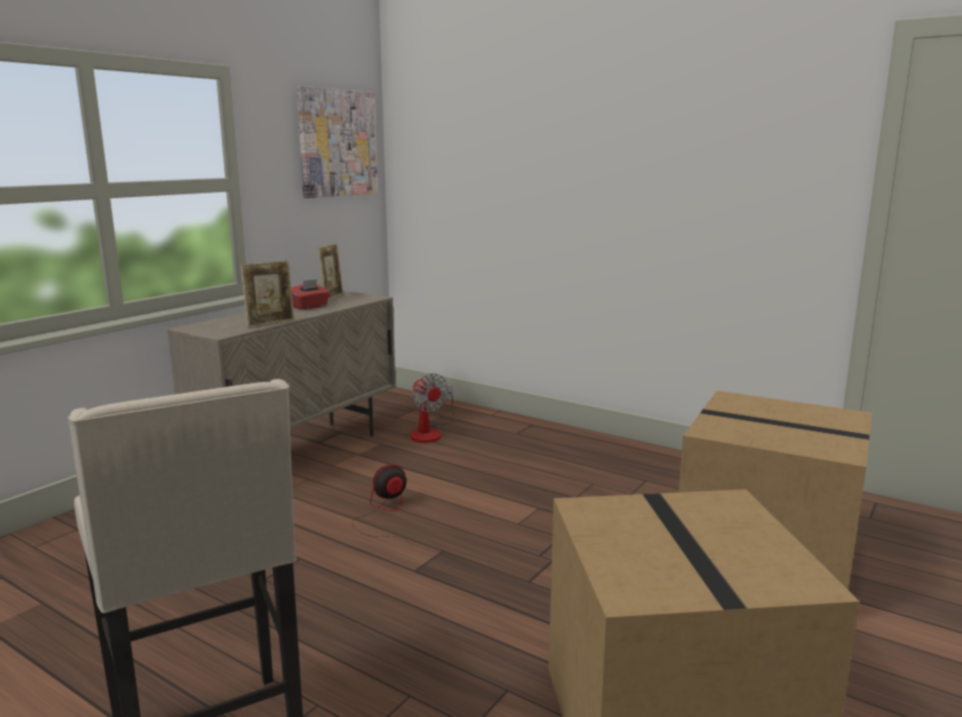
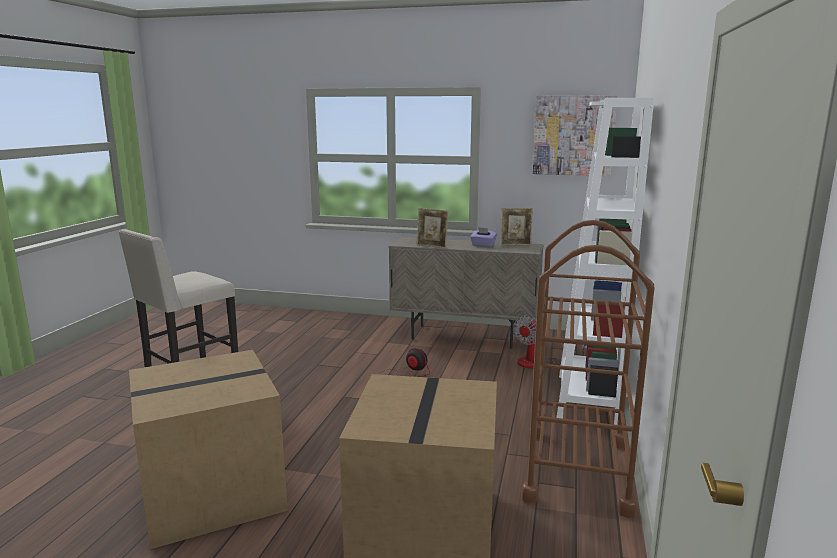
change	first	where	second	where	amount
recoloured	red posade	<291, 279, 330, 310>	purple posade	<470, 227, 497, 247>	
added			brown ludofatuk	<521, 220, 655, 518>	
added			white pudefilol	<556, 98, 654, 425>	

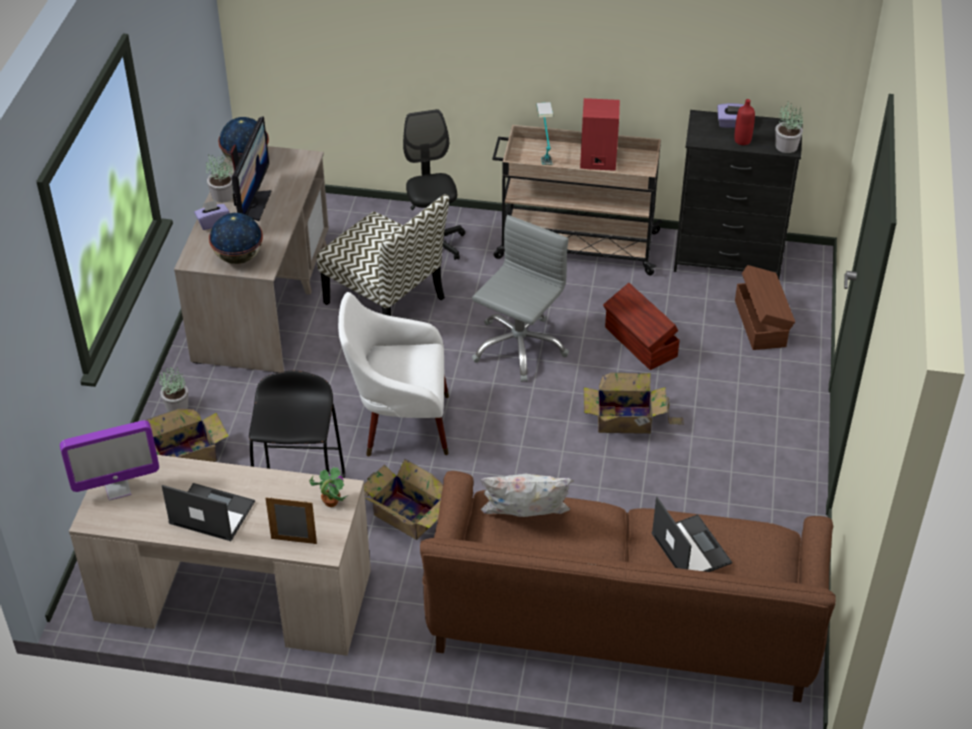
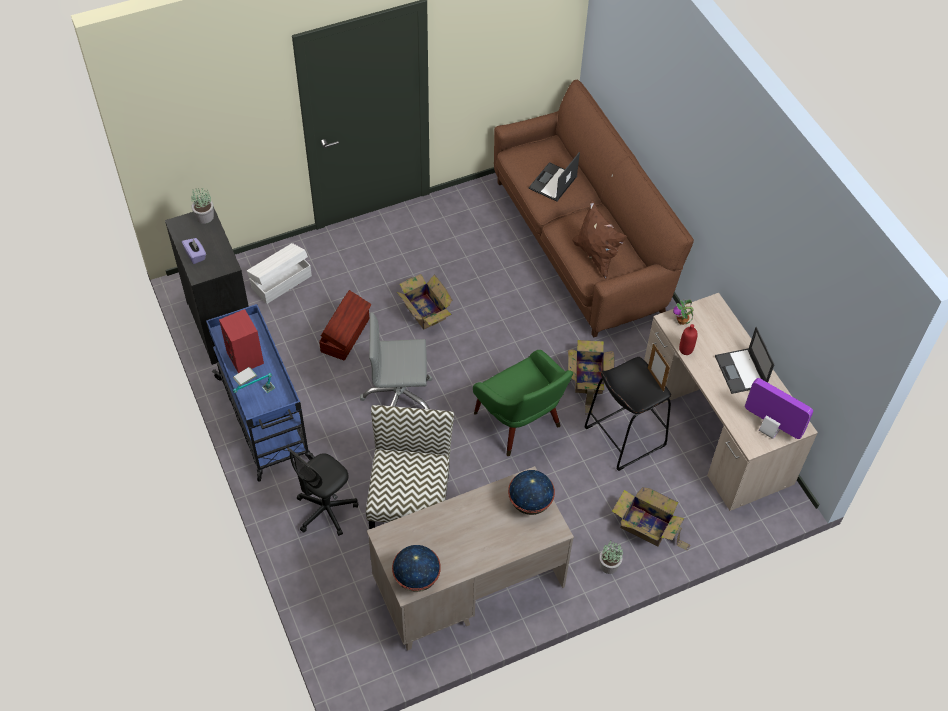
change	first	where	second	where	amount
recoloured	beige ludofatuk	<492, 125, 662, 276>	blue ludofatuk	<206, 304, 314, 482>	
recoloured	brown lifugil	<735, 265, 795, 350>	white lifugil	<247, 243, 312, 304>	
recoloured	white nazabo	<338, 292, 449, 457>	green nazabo	<473, 350, 573, 456>	
recoloured	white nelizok	<480, 474, 574, 517>	brown nelizok	<573, 200, 627, 279>	
moved	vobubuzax	<266, 497, 317, 544>		<648, 343, 670, 392>	
moved	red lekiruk	<734, 99, 755, 145>		<679, 324, 698, 355>	
removed	purple posade	<194, 200, 229, 230>			
removed	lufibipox	<206, 153, 233, 203>			
removed	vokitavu	<230, 117, 272, 221>			

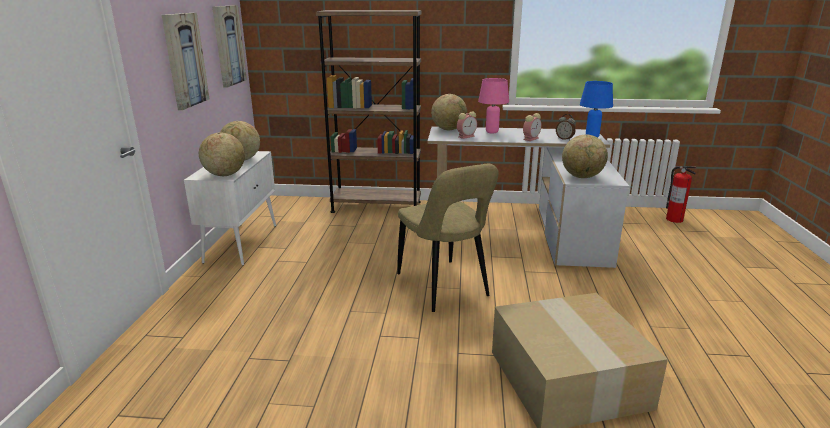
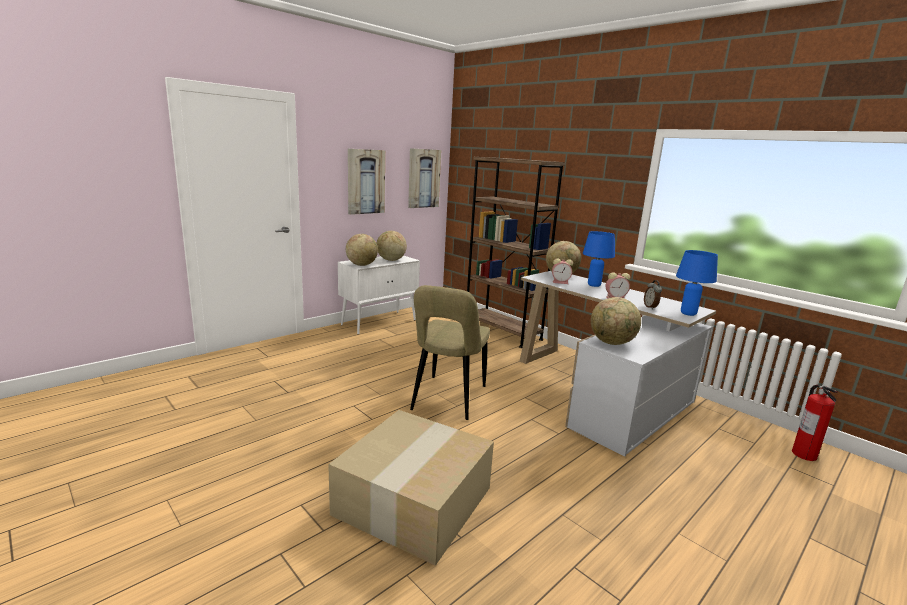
change	first	where	second	where	amount
recoloured	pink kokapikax	<478, 78, 509, 133>	blue kokapikax	<583, 231, 615, 287>	

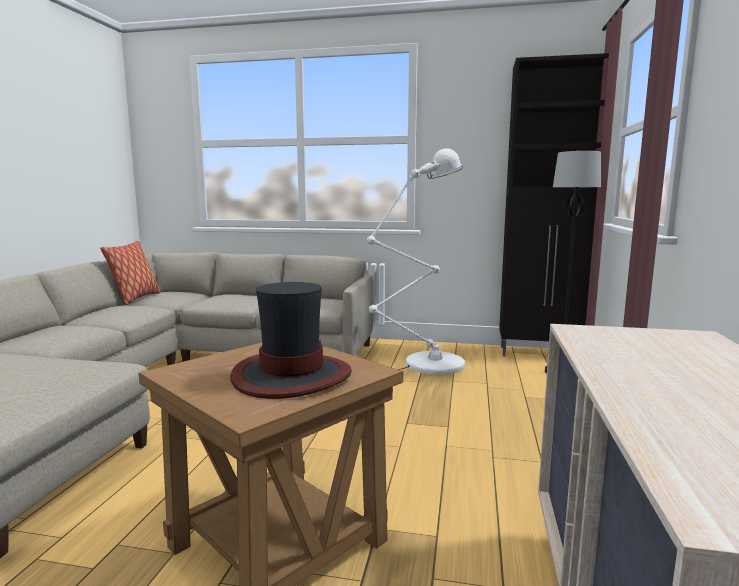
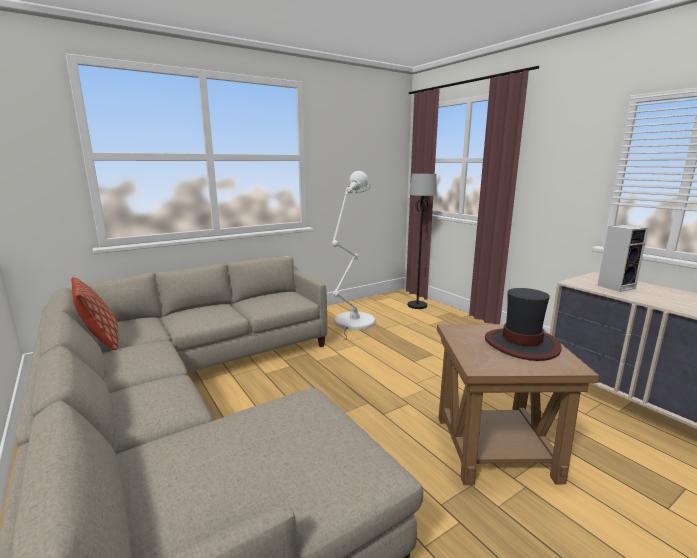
change	first	where	second	where	amount
added			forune	<597, 225, 649, 292>	
removed	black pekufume	<499, 53, 609, 356>			

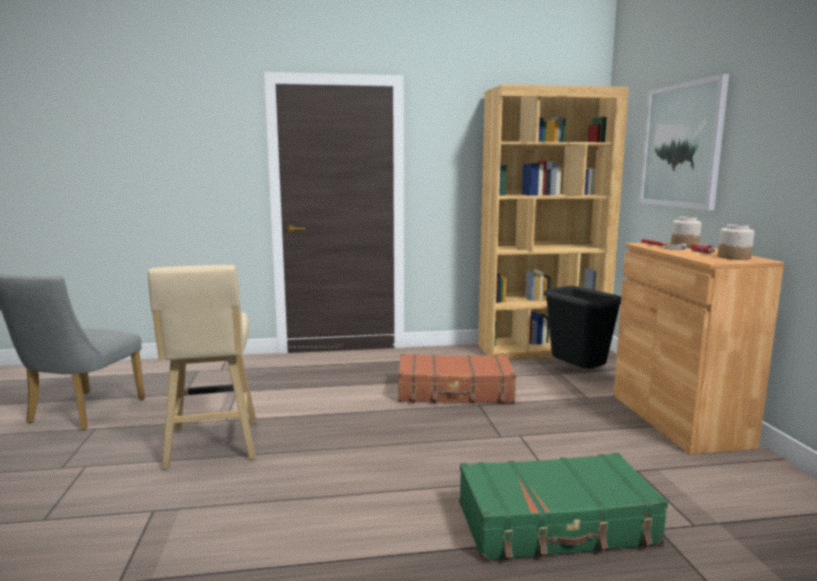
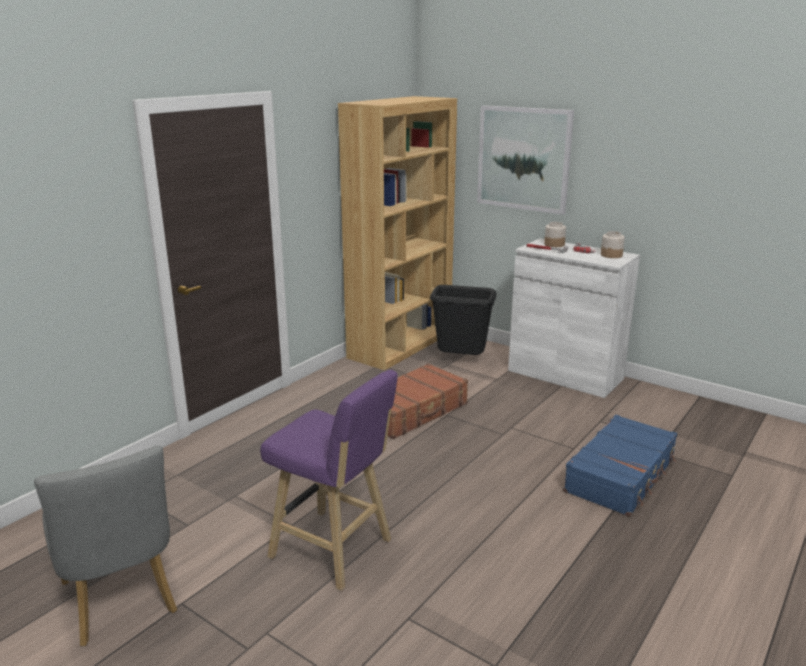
change	first	where	second	where	amount
recoloured	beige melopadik	<148, 265, 257, 469>	purple melopadik	<260, 370, 398, 591>	
recoloured	brown pekufume	<614, 242, 784, 455>	white pekufume	<508, 238, 640, 398>	
recoloured	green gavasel	<459, 453, 668, 561>	blue gavasel	<563, 414, 677, 517>	

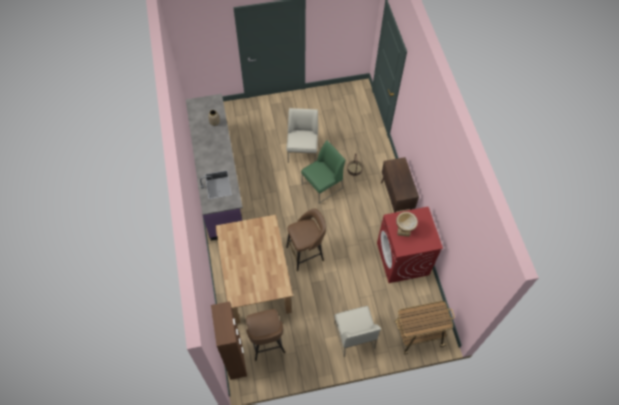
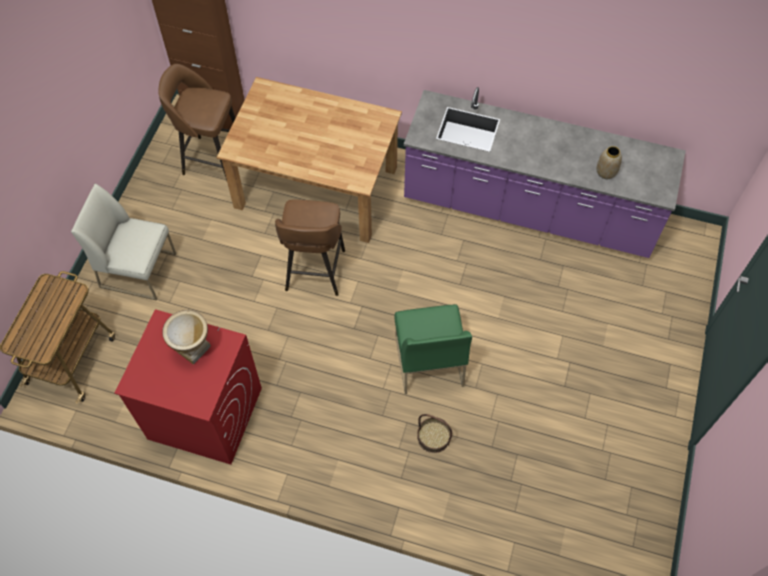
change	first	where	second	where	amount
removed	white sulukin	<286, 108, 318, 163>			
removed	brown pekufume	<381, 157, 419, 213>			

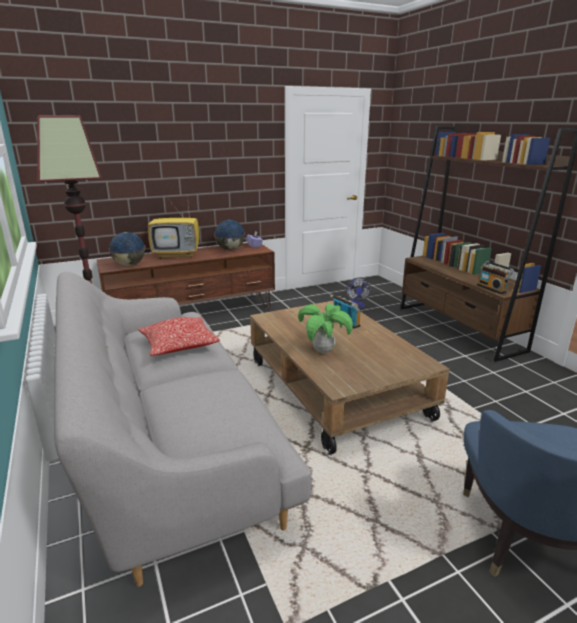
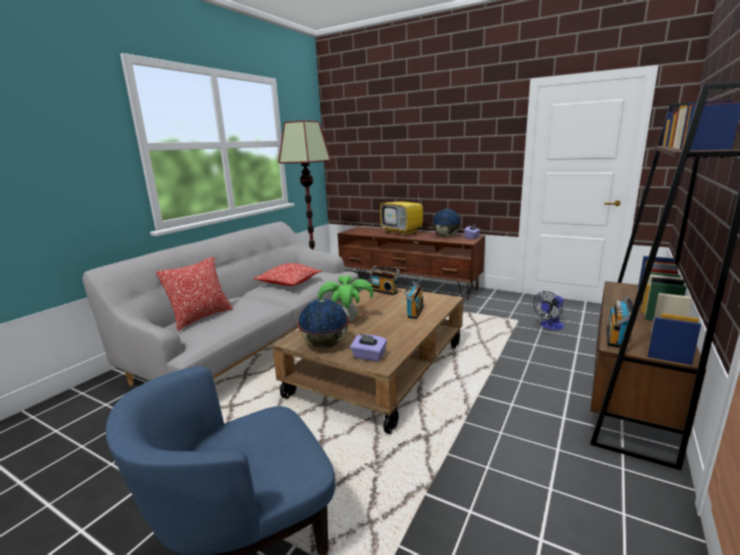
change	first	where	second	where	amount
added			nelizok	<156, 257, 233, 331>	
moved	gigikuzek	<109, 232, 146, 266>		<298, 299, 349, 348>	
added			purple posade	<350, 334, 387, 362>	
added			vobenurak	<370, 266, 400, 295>	

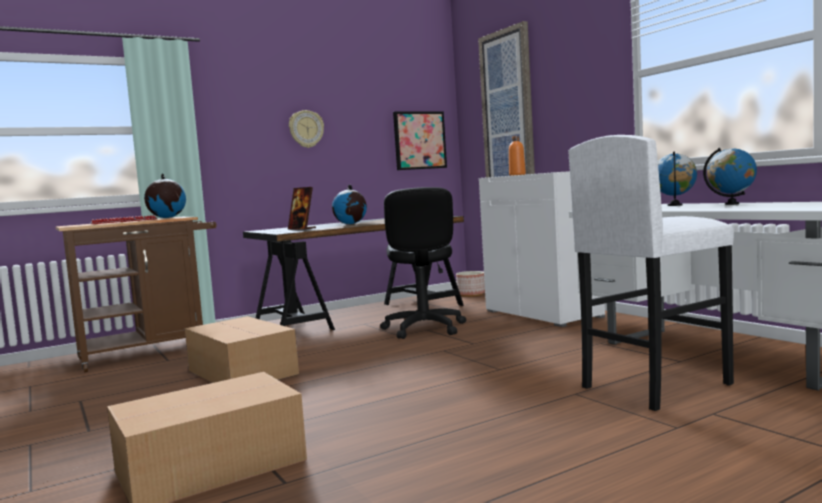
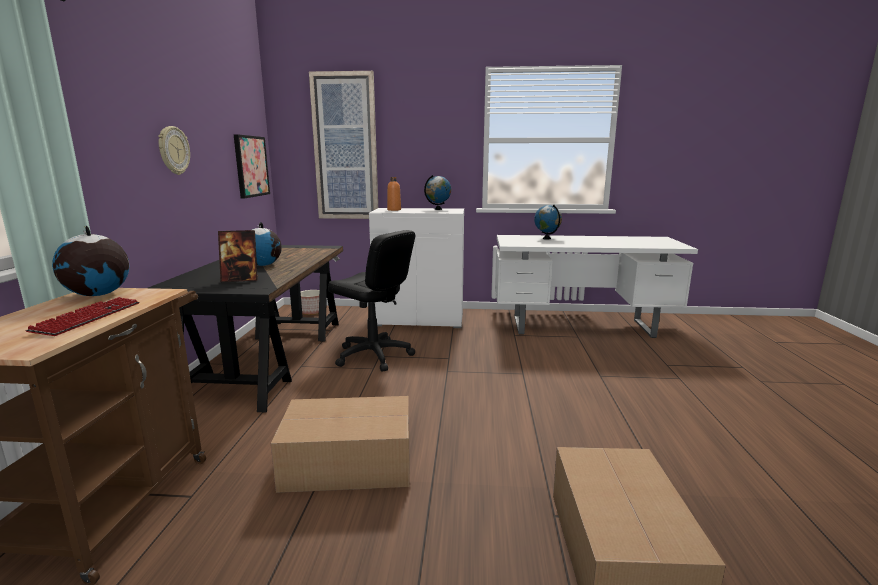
change	first	where	second	where	amount
moved	gigikuzek	<703, 148, 757, 205>		<424, 175, 451, 210>	
removed	white melopadik	<568, 135, 734, 411>			

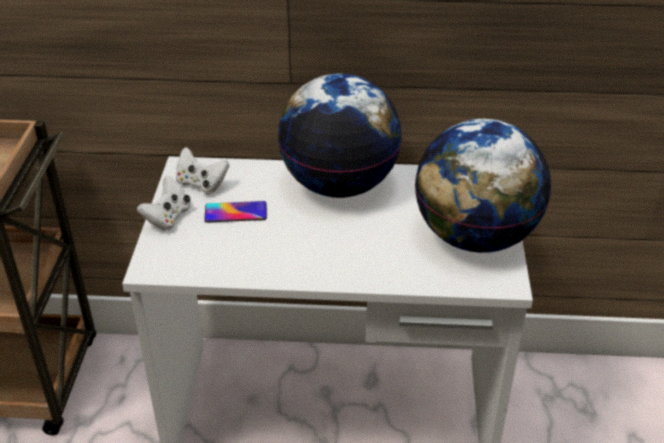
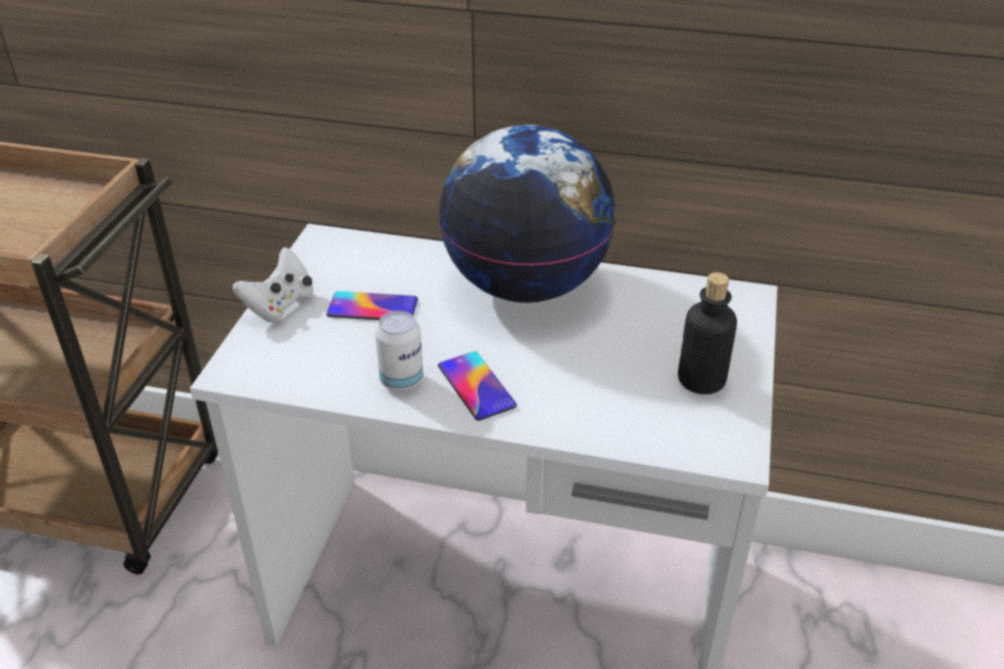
change	first	where	second	where	amount
added			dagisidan	<375, 311, 423, 391>	
added			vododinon	<438, 352, 517, 421>	
replaced	gigikuzek	<415, 119, 551, 253>	lekiruk	<678, 272, 737, 394>	
removed	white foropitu	<176, 147, 229, 194>			

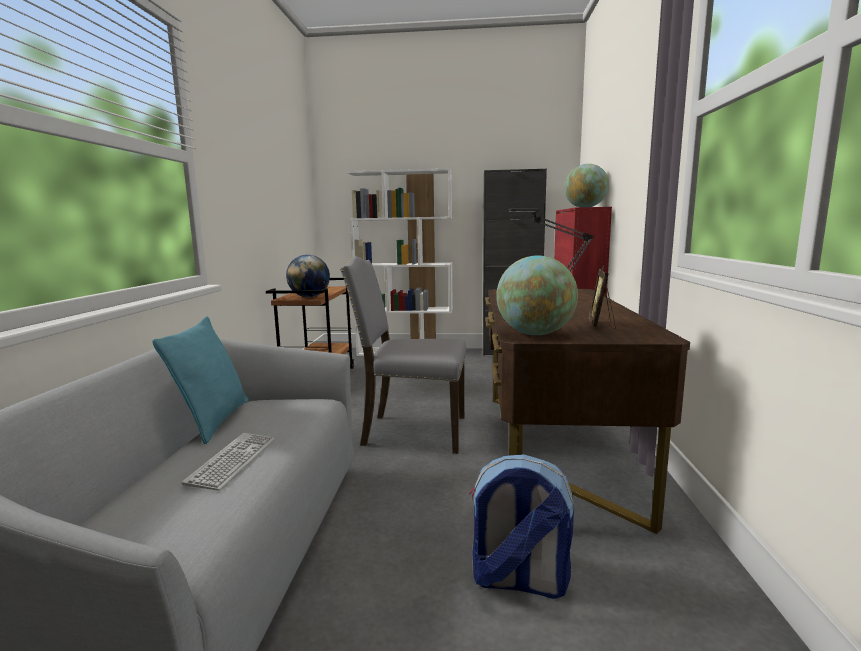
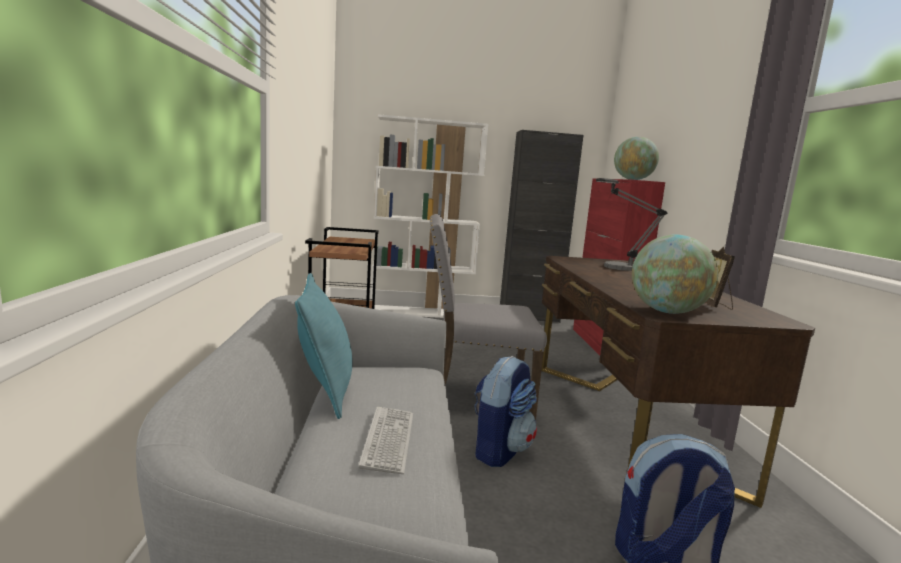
change	first	where	second	where	amount
added			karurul	<474, 356, 537, 467>	
removed	gigikuzek	<286, 255, 330, 297>			

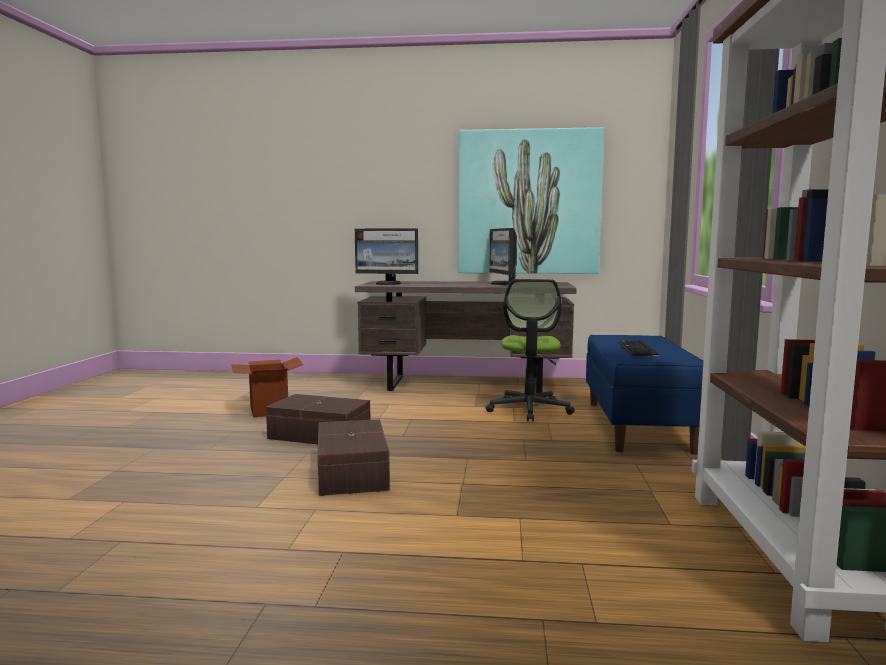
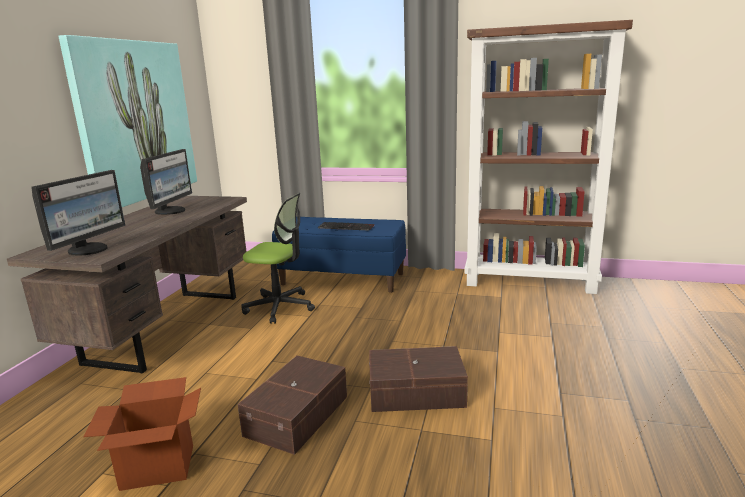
change	first	where	second	where	amount
turned	vokitavu	<489, 228, 517, 285>		<140, 149, 192, 215>	75 degrees counterclockwise

